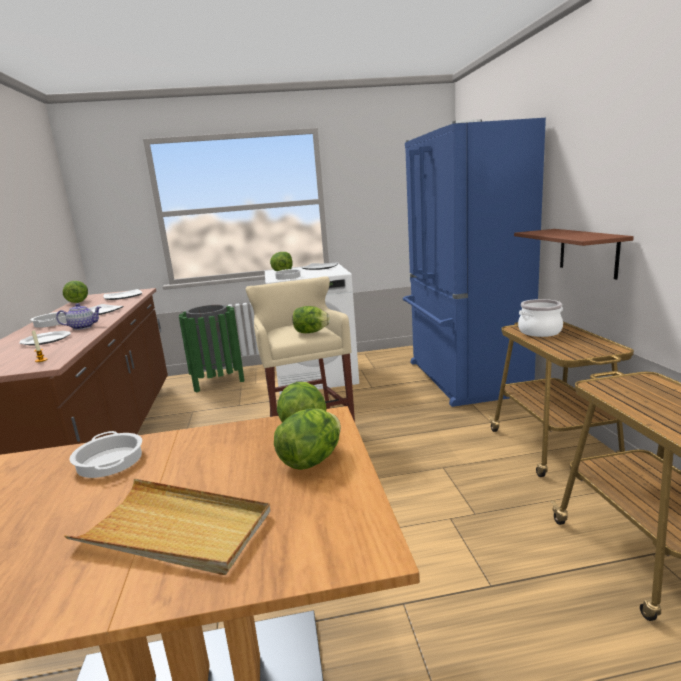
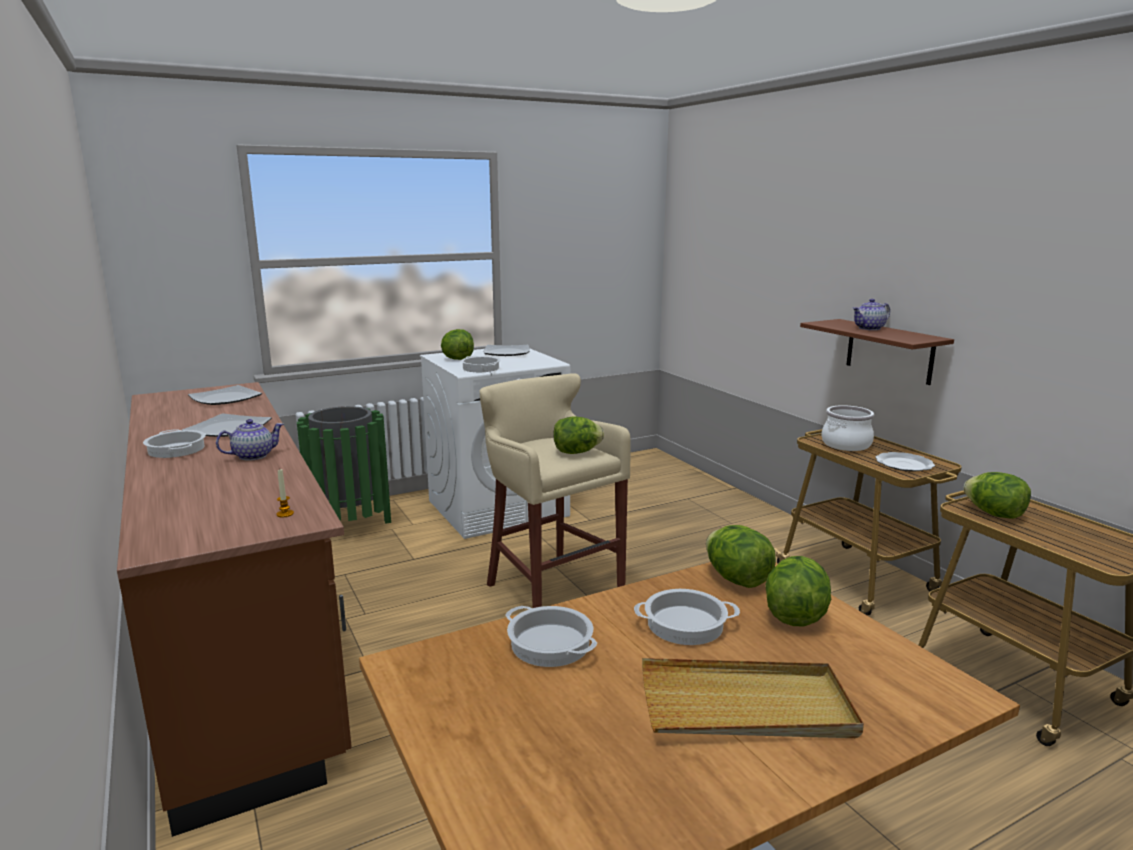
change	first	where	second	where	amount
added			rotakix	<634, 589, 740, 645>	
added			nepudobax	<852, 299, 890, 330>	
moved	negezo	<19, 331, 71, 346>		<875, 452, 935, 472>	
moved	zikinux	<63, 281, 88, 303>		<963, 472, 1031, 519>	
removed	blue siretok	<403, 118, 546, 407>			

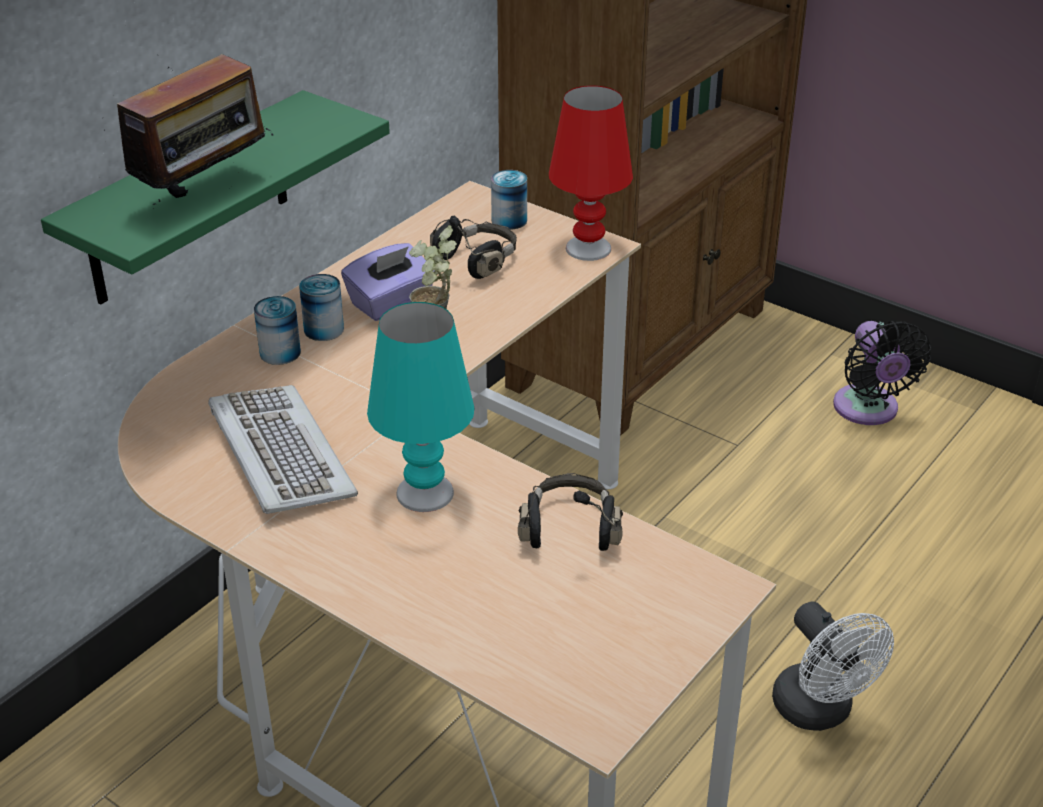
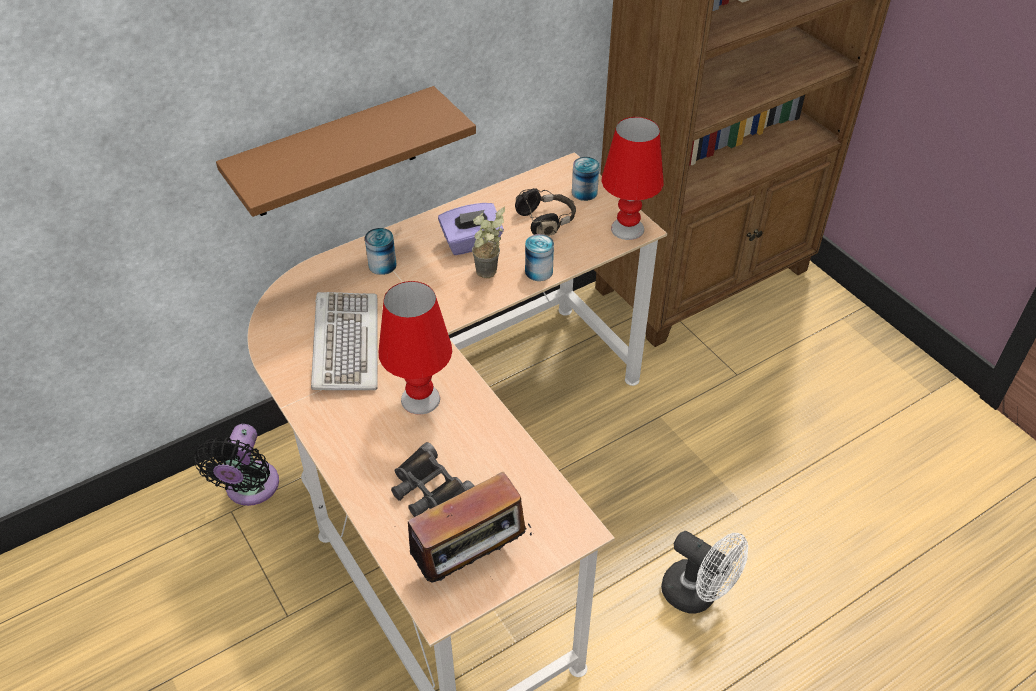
change	first	where	second	where	amount
moved	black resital	<833, 321, 931, 425>		<194, 424, 279, 506>	
recoloured	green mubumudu	<41, 90, 390, 305>	brown mubumudu	<216, 86, 476, 217>	
recoloured	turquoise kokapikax	<367, 302, 474, 512>	red kokapikax	<379, 281, 452, 415>	
added			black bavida	<391, 442, 474, 517>	
moved	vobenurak	<102, 54, 274, 205>		<395, 472, 534, 583>	
moved	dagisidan	<299, 274, 344, 341>		<525, 234, 554, 281>	
turned	white resital	<772, 602, 894, 731>		<661, 531, 748, 614>	45 degrees counterclockwise
removed	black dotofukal	<518, 473, 623, 551>			

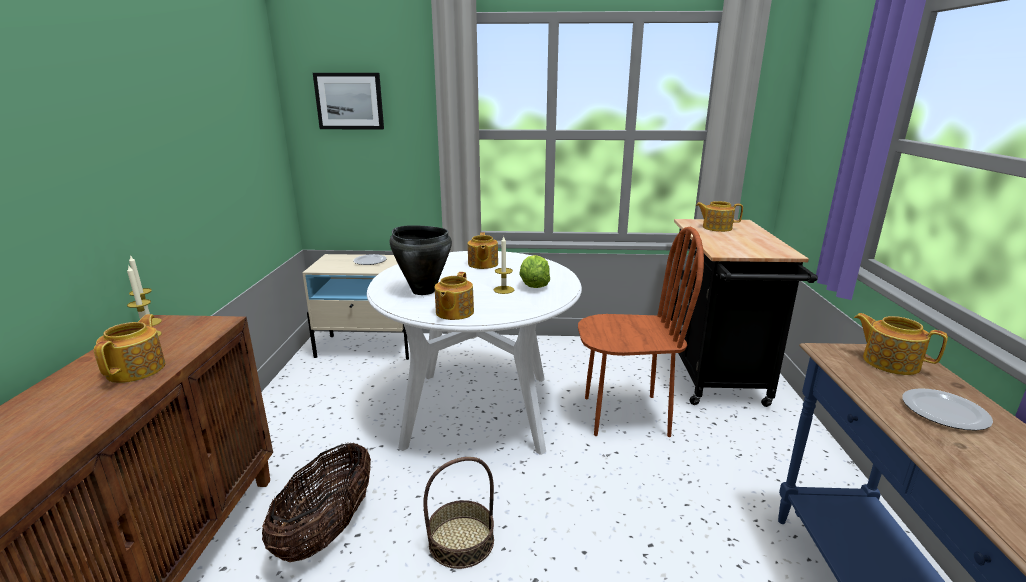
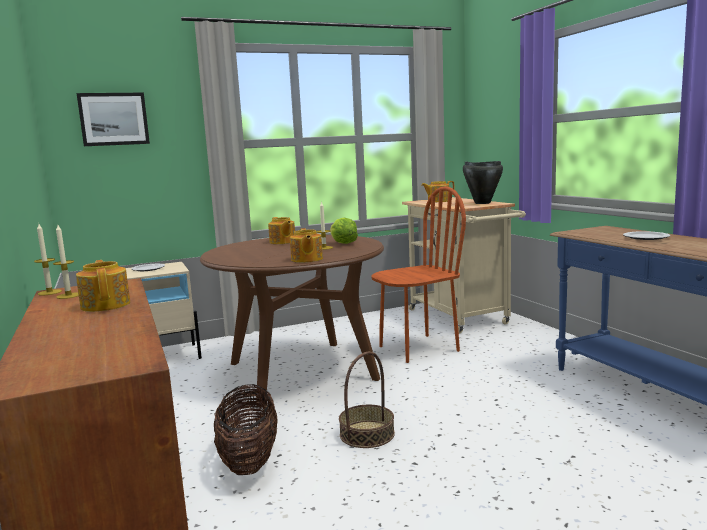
change	first	where	second	where	amount
recoloured	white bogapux	<367, 251, 582, 455>	brown bogapux	<200, 235, 384, 406>	
recoloured	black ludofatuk	<671, 219, 818, 407>	beige ludofatuk	<402, 197, 526, 334>	
moved	black rotakix	<390, 225, 452, 295>		<463, 161, 503, 204>	
removed	nepudobax	<854, 313, 948, 375>			

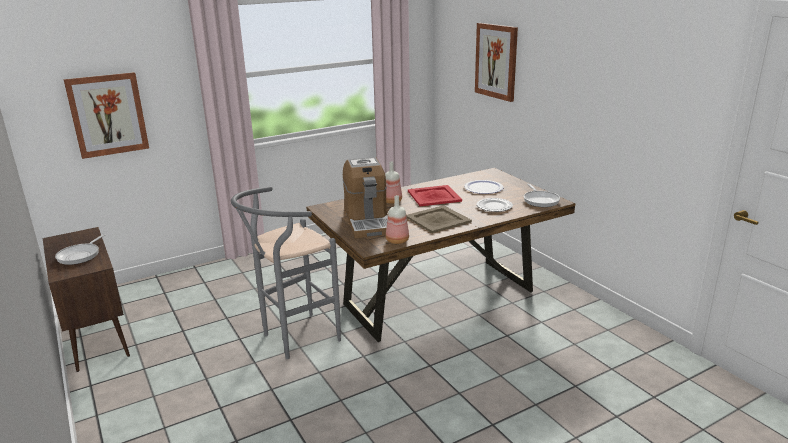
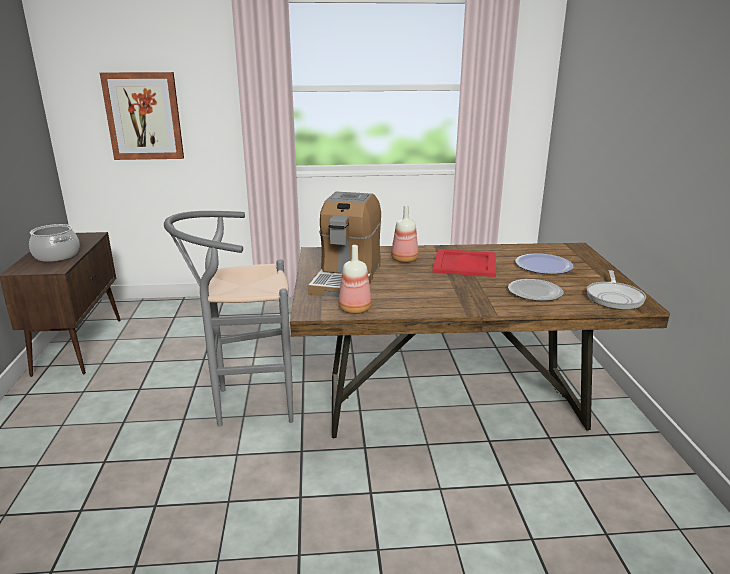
change	first	where	second	where	amount
replaced	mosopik	<55, 234, 106, 265>	rotakix	<29, 224, 80, 262>	
removed	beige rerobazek	<406, 205, 472, 233>			
removed	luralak	<475, 23, 518, 102>			

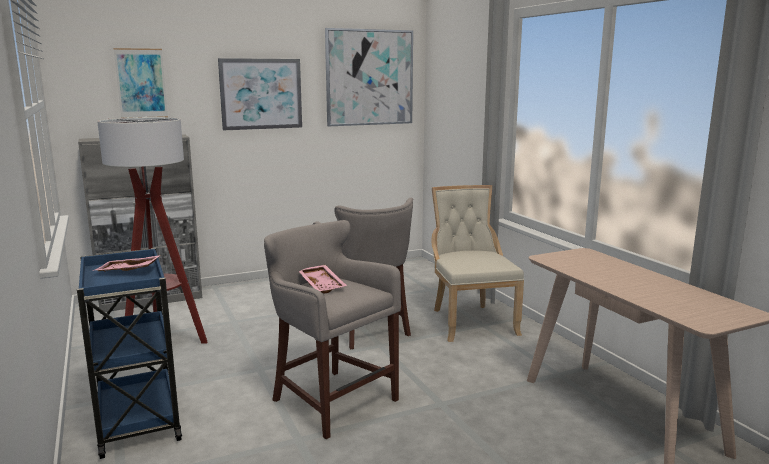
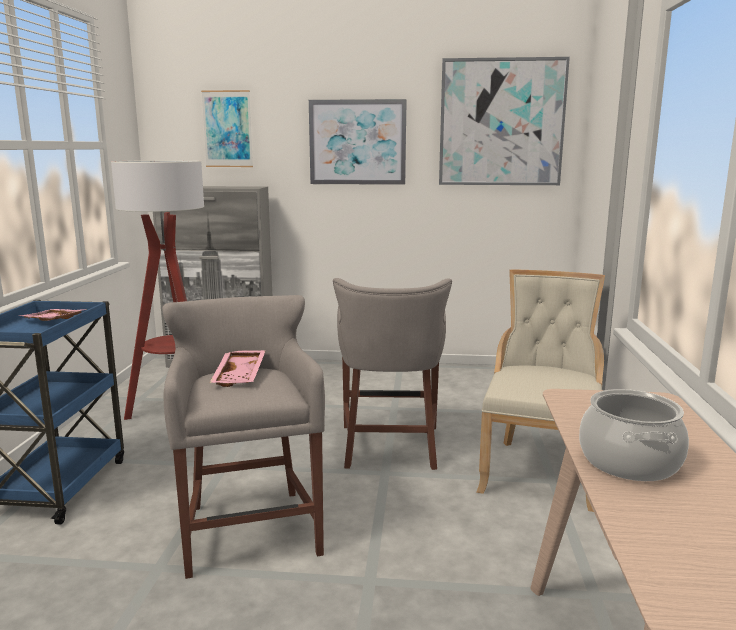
change	first	where	second	where	amount
added			rotakix	<579, 389, 689, 481>	

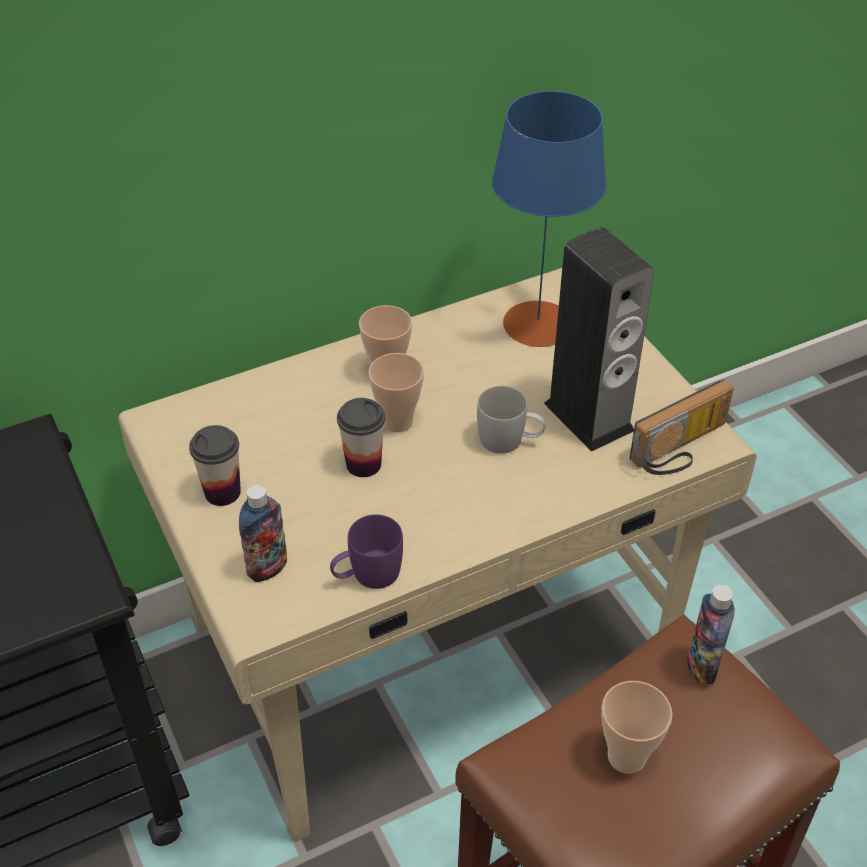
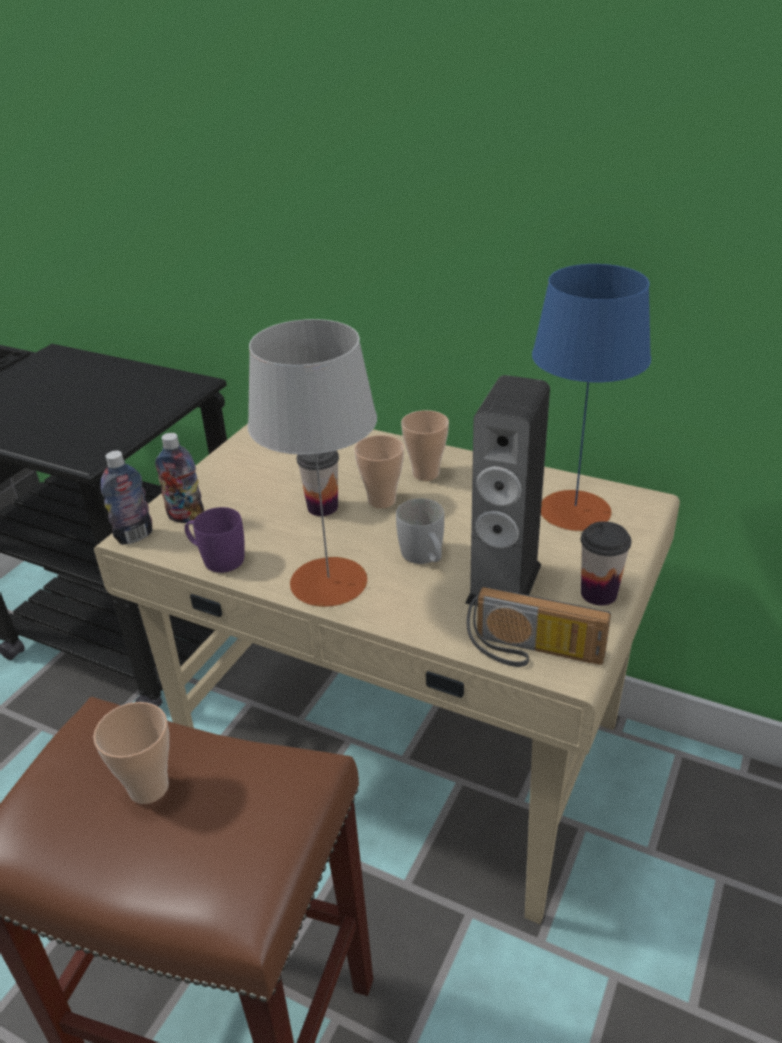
change	first	where	second	where	amount
moved	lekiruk	<687, 585, 735, 684>		<101, 451, 152, 545>	
added			grey kokapikax	<248, 319, 377, 607>	
moved	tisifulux	<189, 425, 241, 506>		<581, 521, 631, 606>	

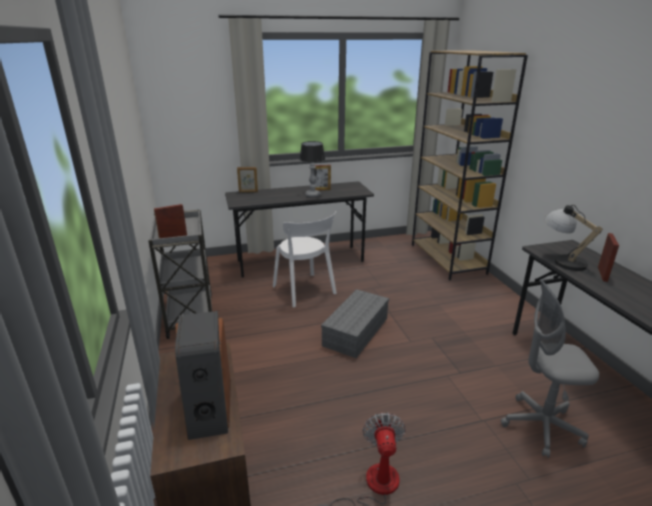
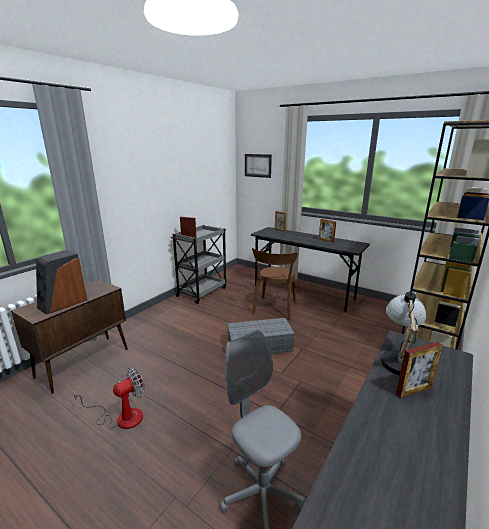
change	first	where	second	where	amount
added			luralak	<245, 154, 272, 178>	
recoloured	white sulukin	<273, 211, 337, 308>	brown sulukin	<252, 248, 298, 320>	
removed	kokapikax	<299, 141, 325, 197>			

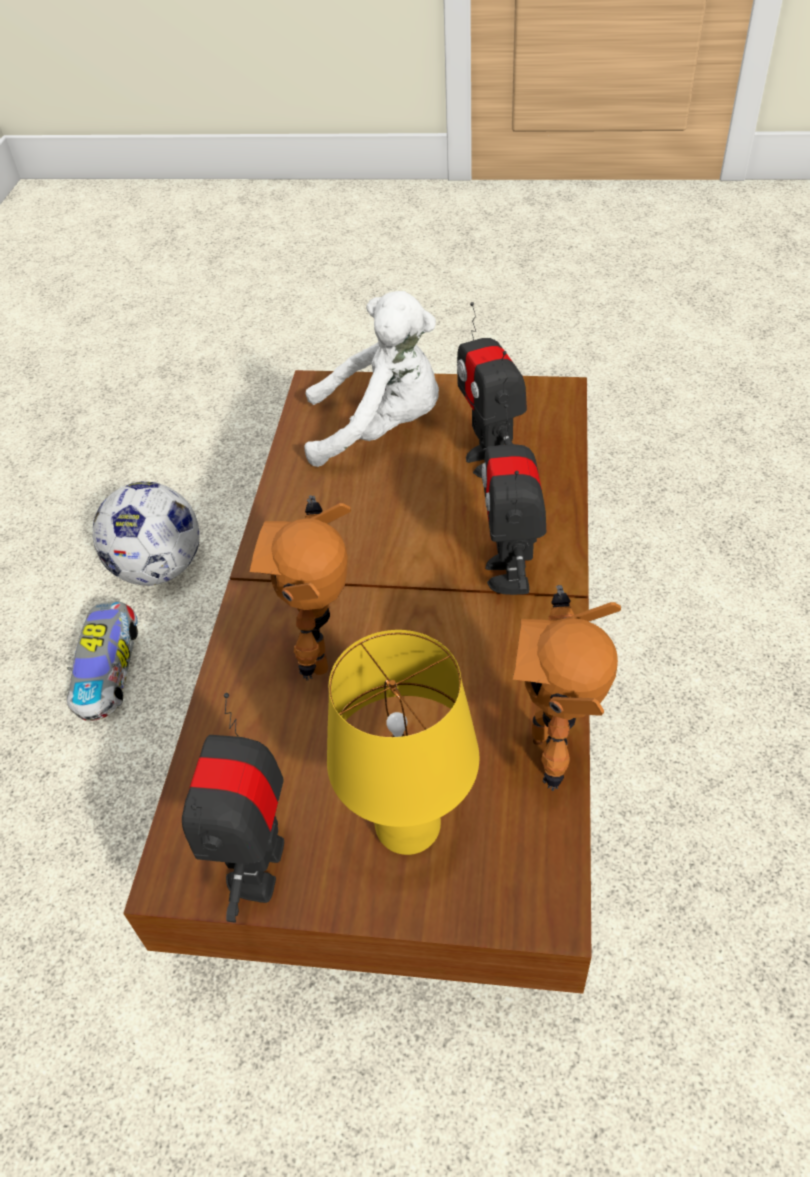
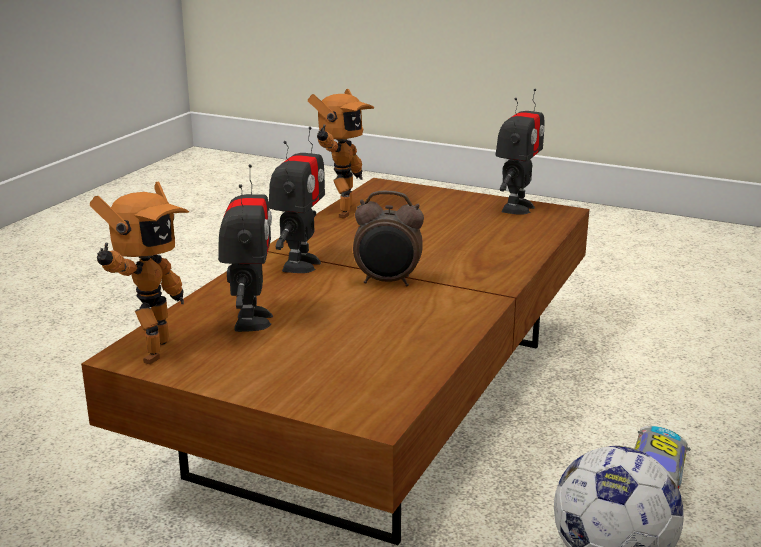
change	first	where	second	where	amount
moved	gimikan	<250, 495, 351, 680>		<90, 182, 189, 365>	
added			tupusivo	<353, 191, 424, 286>	
removed	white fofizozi	<304, 291, 439, 467>			
removed	yellow kokapikax	<327, 630, 479, 855>			

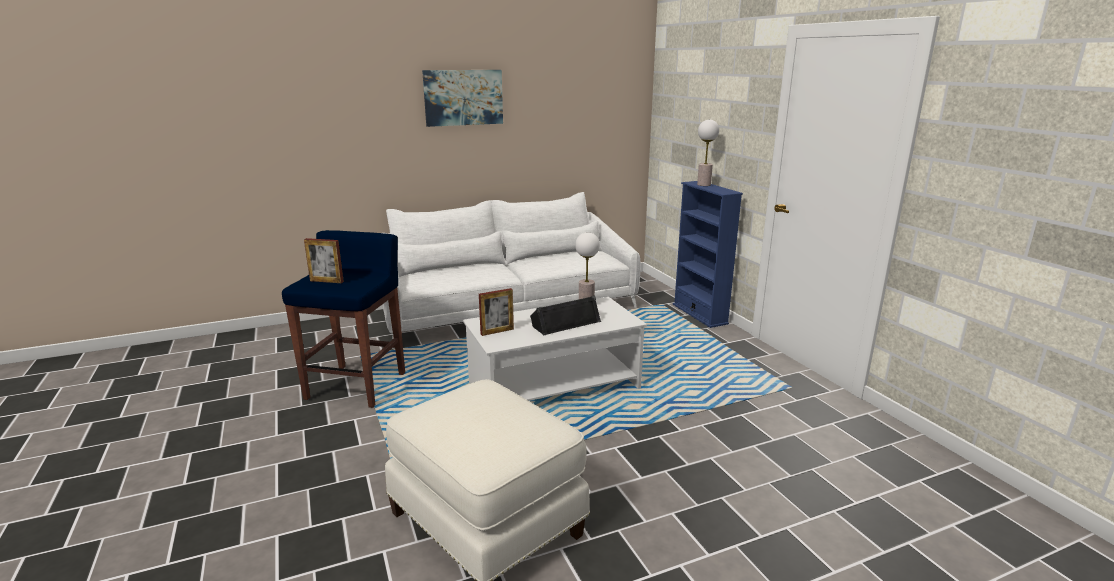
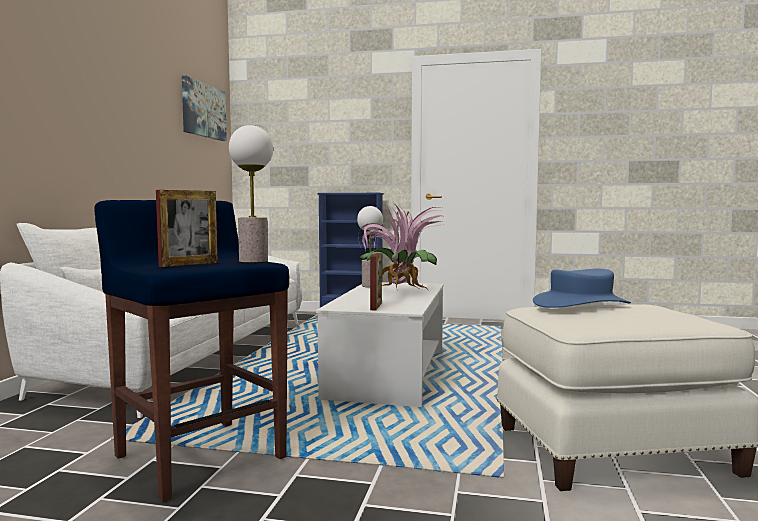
change	first	where	second	where	amount
moved	luralak	<422, 70, 503, 127>		<182, 76, 227, 141>	
moved	kokapikax	<697, 120, 719, 186>		<229, 125, 273, 263>	
replaced	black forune	<530, 296, 601, 335>	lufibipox	<358, 205, 442, 289>	
added			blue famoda	<533, 269, 631, 308>	

